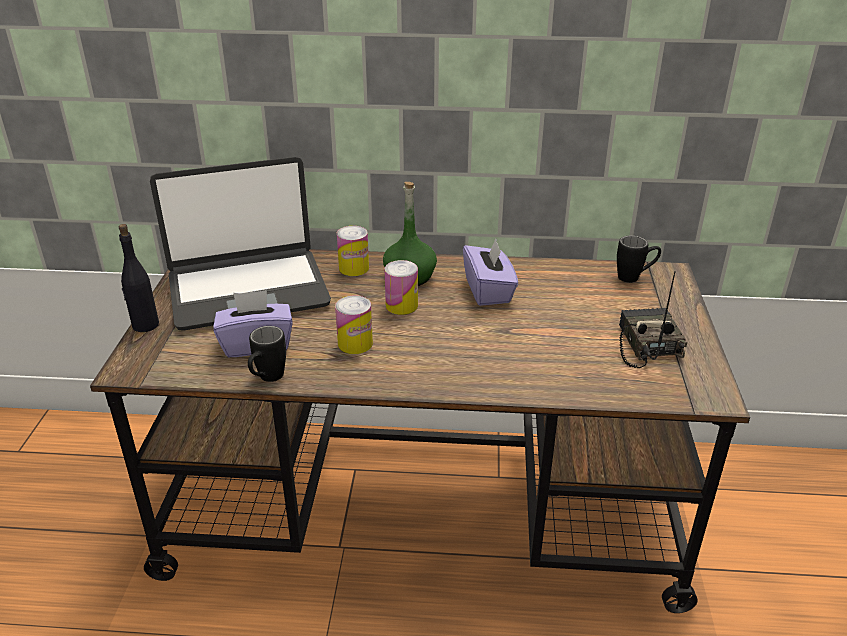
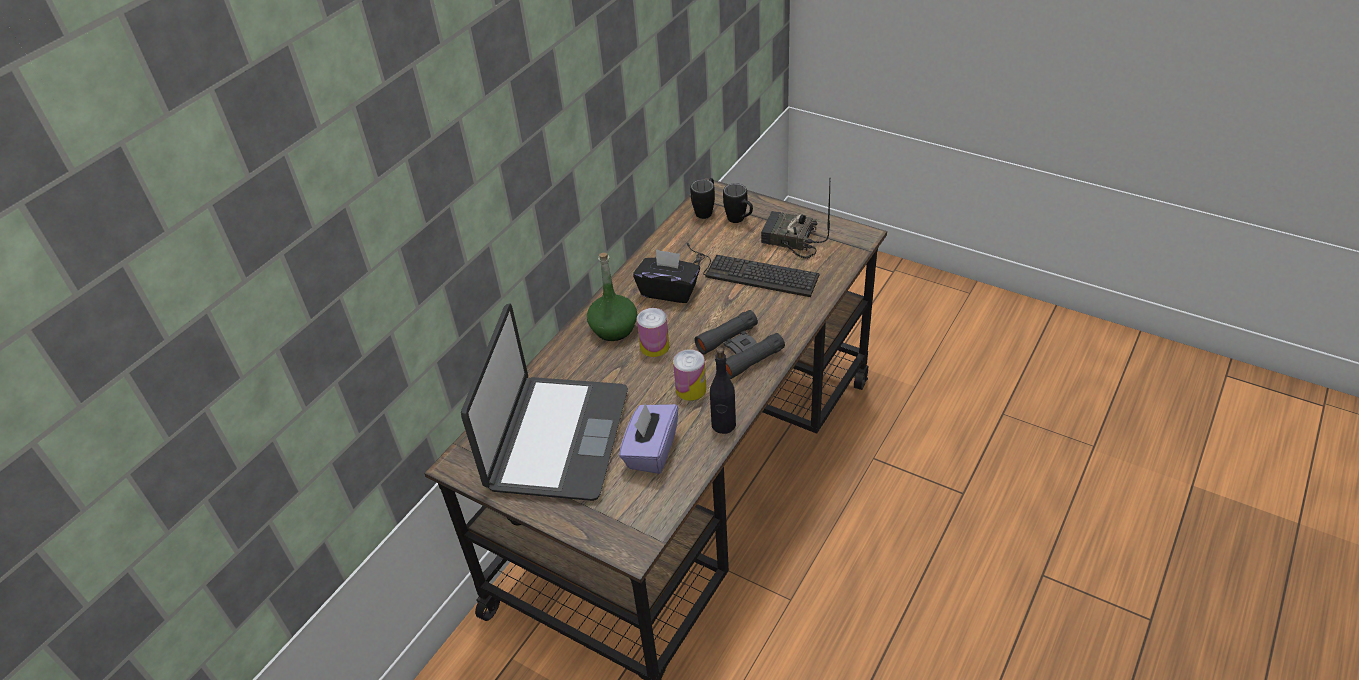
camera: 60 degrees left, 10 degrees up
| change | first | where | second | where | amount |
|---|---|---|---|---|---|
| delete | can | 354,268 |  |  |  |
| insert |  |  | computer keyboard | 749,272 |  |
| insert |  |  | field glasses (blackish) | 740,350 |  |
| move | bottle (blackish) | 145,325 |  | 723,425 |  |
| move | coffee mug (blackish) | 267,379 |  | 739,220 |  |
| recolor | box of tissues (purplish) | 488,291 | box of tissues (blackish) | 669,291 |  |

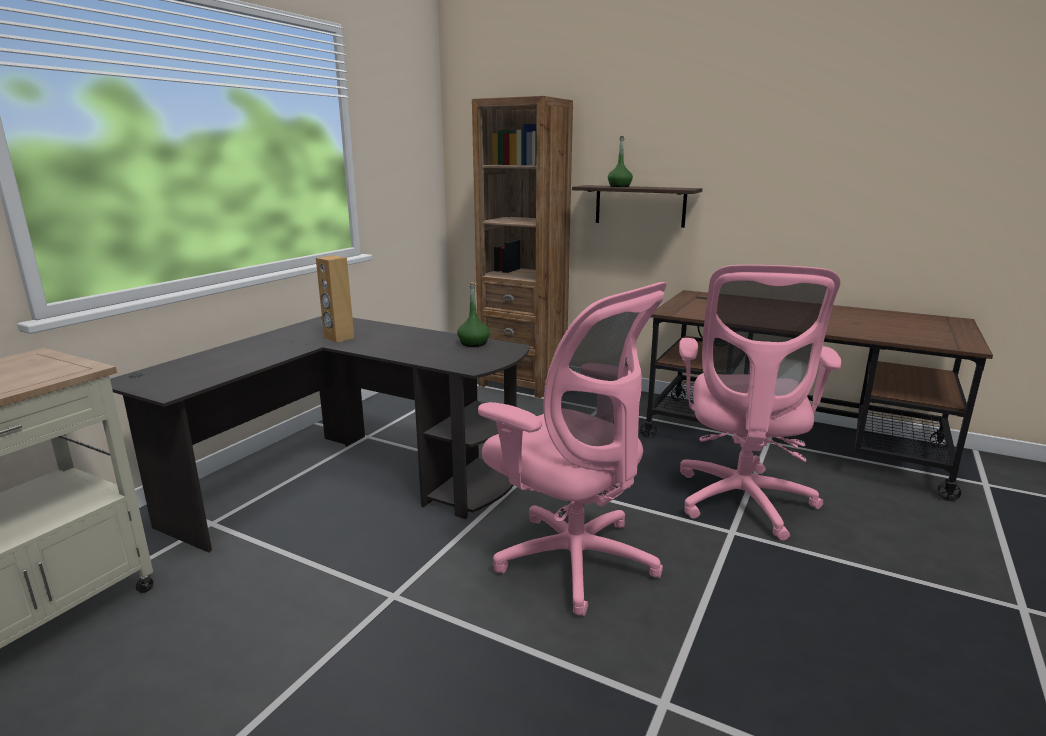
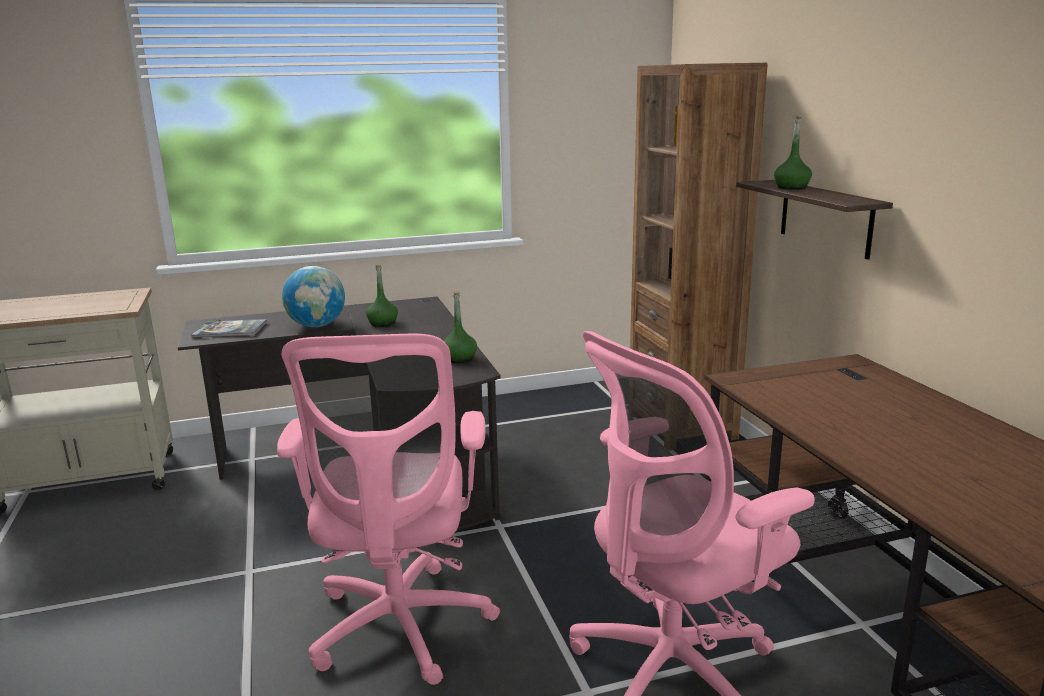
camera: 45 degrees right, 0 degrees up
| change | first | where | second | where | amount |
|---|---|---|---|---|---|
| insert |  |  | book | 230,330 |  |
| insert |  |  | world globe | 317,326 |  |
| replace | audio speaker (brown) | 338,338 | bottle (greenish) | 383,323 |  |

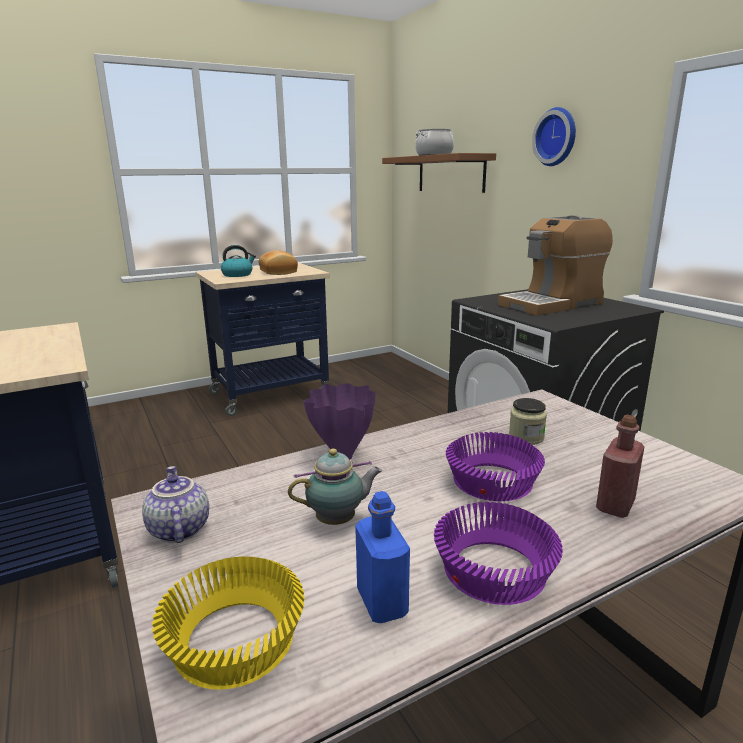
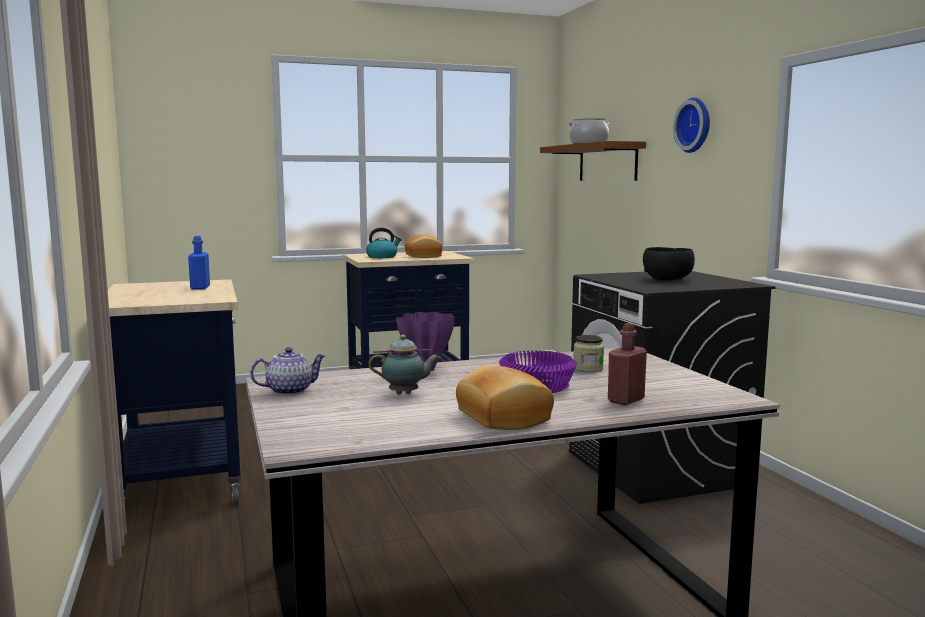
camera: 10 degrees right, 10 degrees down
| change | first | where | second | where | amount |
|---|---|---|---|---|---|
| delete | deep dish (yellowish) | 237,640 |  |  |  |
| move | bottle (blue-coloured) | 382,602 |  | 200,288 |  |
| replace | deep dish (purplish) | 491,571 | bakery bread | 501,417 |  |
| replace | coffee brewer | 552,304 | deep dish (blackish) | 668,279 |  |
| rotate | pot for tea | 177,530 |  | 290,391 | 75 degrees clockwise |

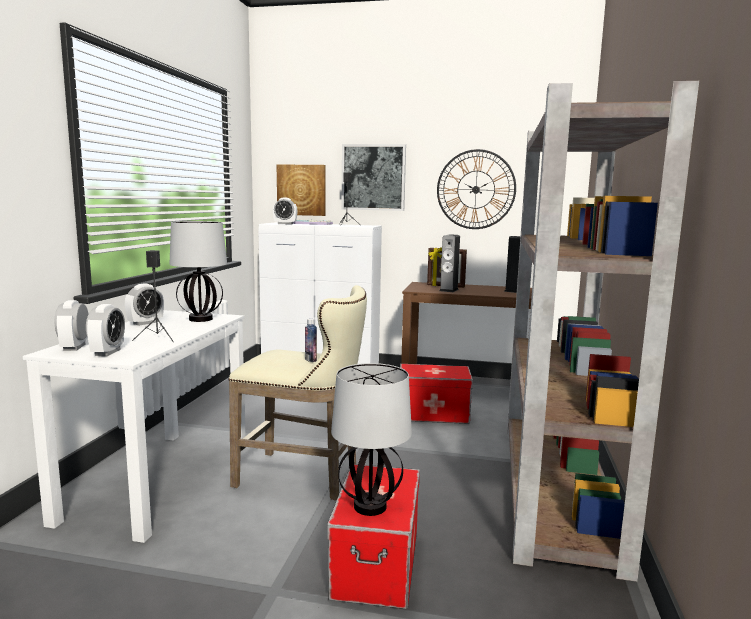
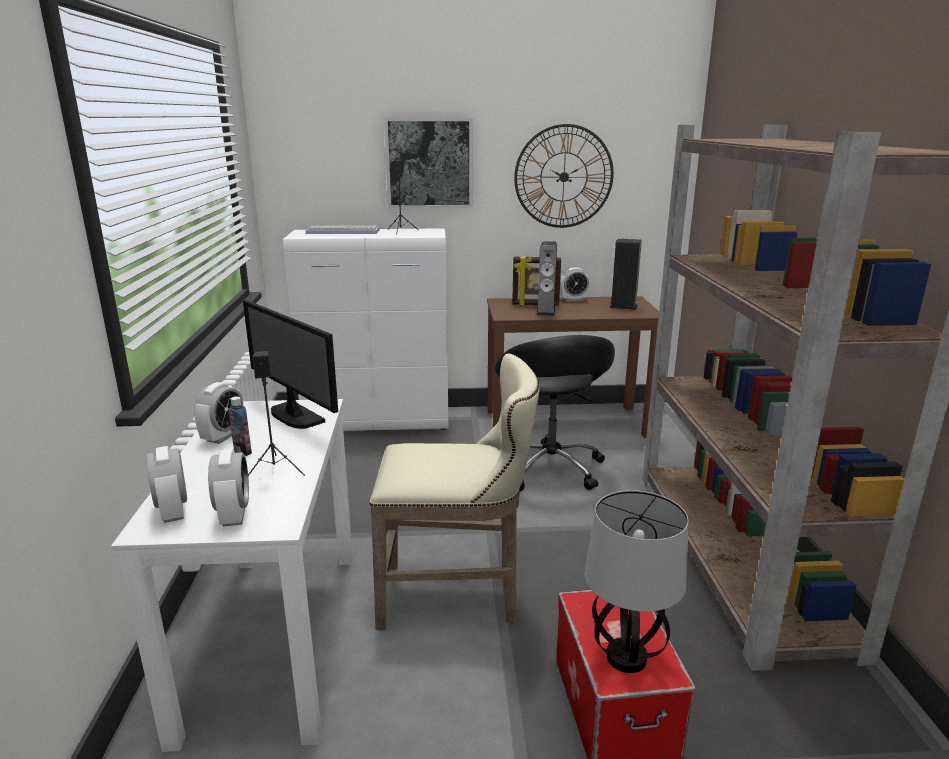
camera: 15 degrees left, 10 degrees up
| change | first | where | second | where | amount |
|---|---|---|---|---|---|
| delete | picture | 301,190 |  |  |  |
| move | bedside clock | 285,224 |  | 573,300 |  |
| move | bottle | 310,360 |  | 242,452 |  |
| replace | lamp for a table | 201,319 | monitor | 294,416 |  |
| replace | storage container | 433,414 | office chair (blackish) | 549,470 |  |

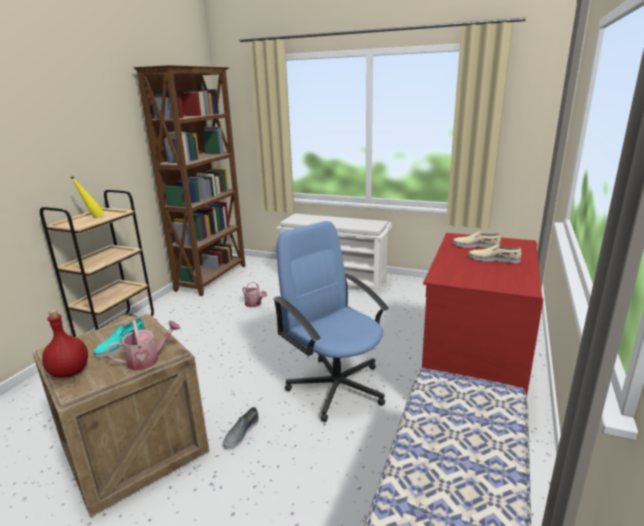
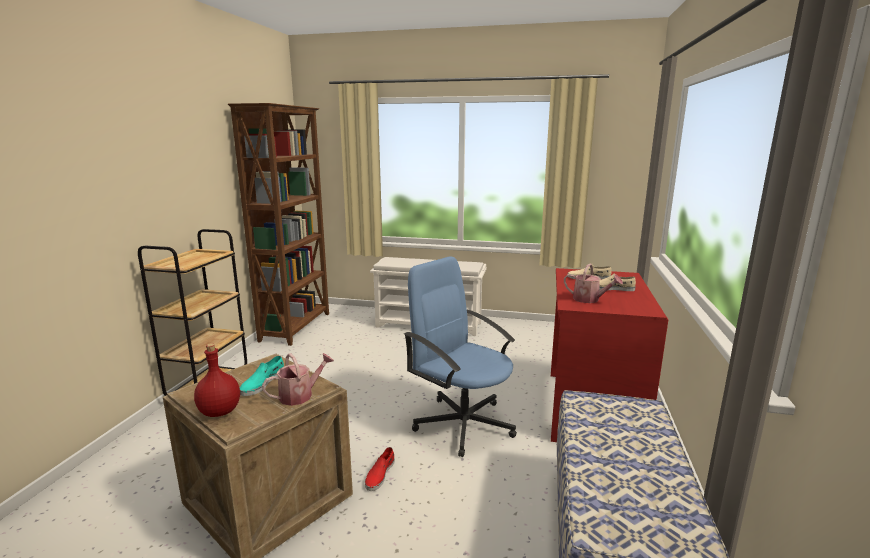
camera: 10 degrees left, 5 degrees down
| change | first | where | second | where | amount |
|---|---|---|---|---|---|
| delete | bottle (yellowish) | 92,218 |  |  |  |
| move | sprinkling can | 254,304 |  | 589,299 |  |
| recolor | low shoe (greyish) | 241,433 | low shoe (red-coloured) | 379,474 |  |

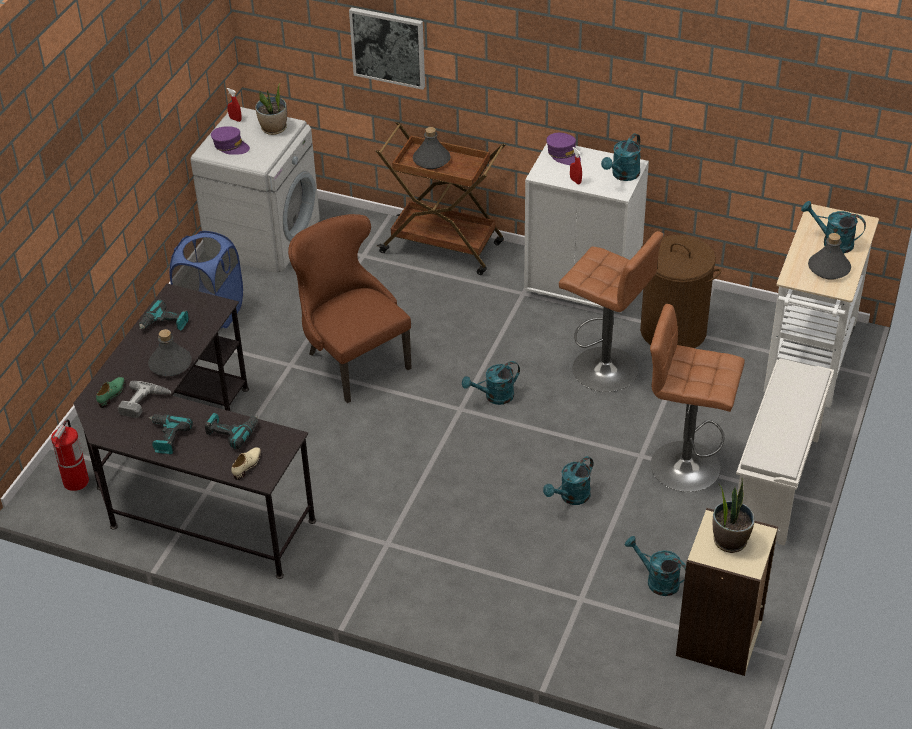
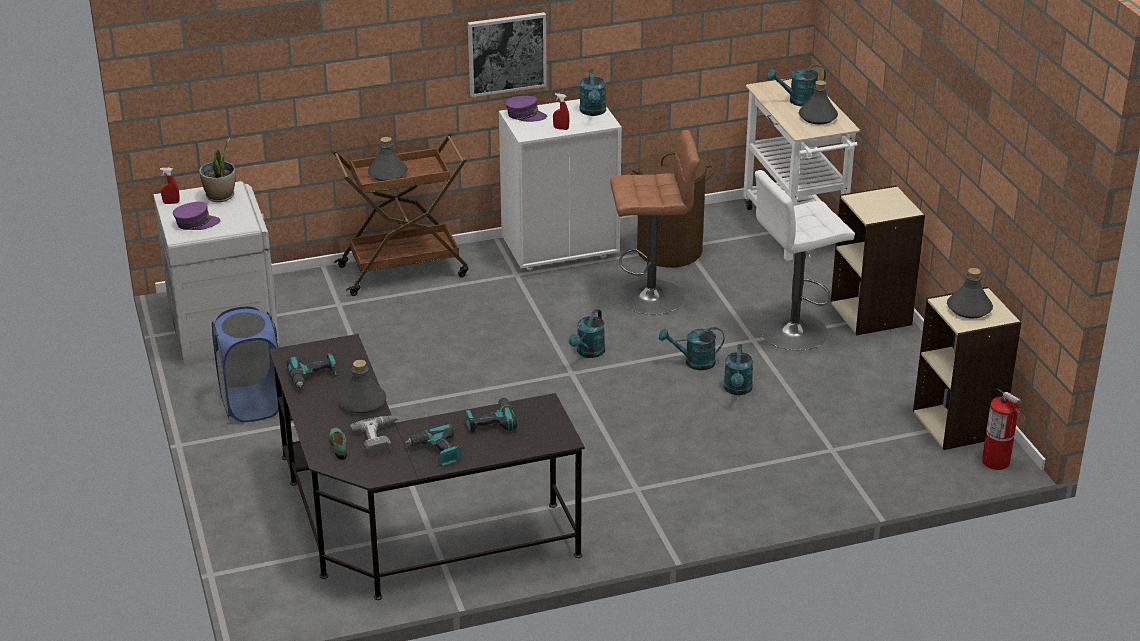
camera: 40 degrees left, 10 degrees down
| change | first | where | second | where | amount |
|---|---|---|---|---|---|
| delete | low shoe (sand-coloured) | 247,465 |  |  |  |
| delete | plain chair (brown) | 353,361 |  |  |  |
| move | fire-fighting cylinder | 76,482 |  | 996,462 |  |
| move | picture | 388,47 |  | 506,53 |  |
| move | sprinkling can (turquoise-coloured) | 657,581 |  | 694,362 |  |
| replace | plant in a pot | 730,540 | bottle (greyish) | 969,309 |  |
| replace | shoe stand (white-coloured) | 777,485 | shelving unit (sand-coloured) | 872,313 |  |
| recolor | sitting stool (brown) | 684,466 | sitting stool (white-coloured) | 792,331 |  |

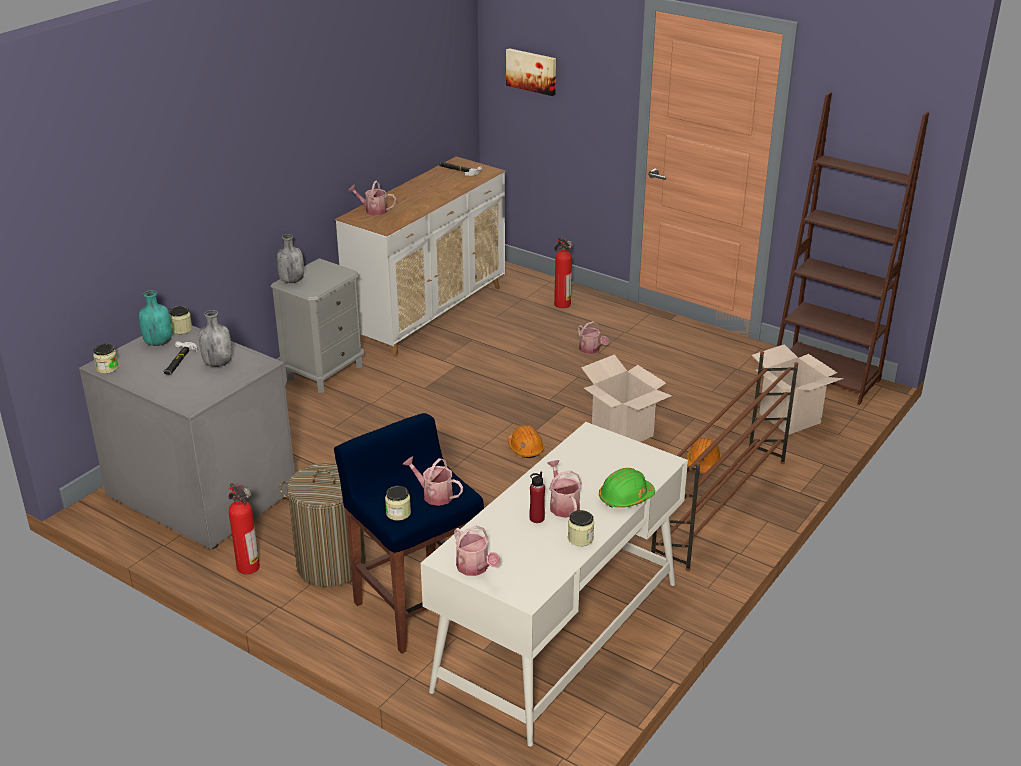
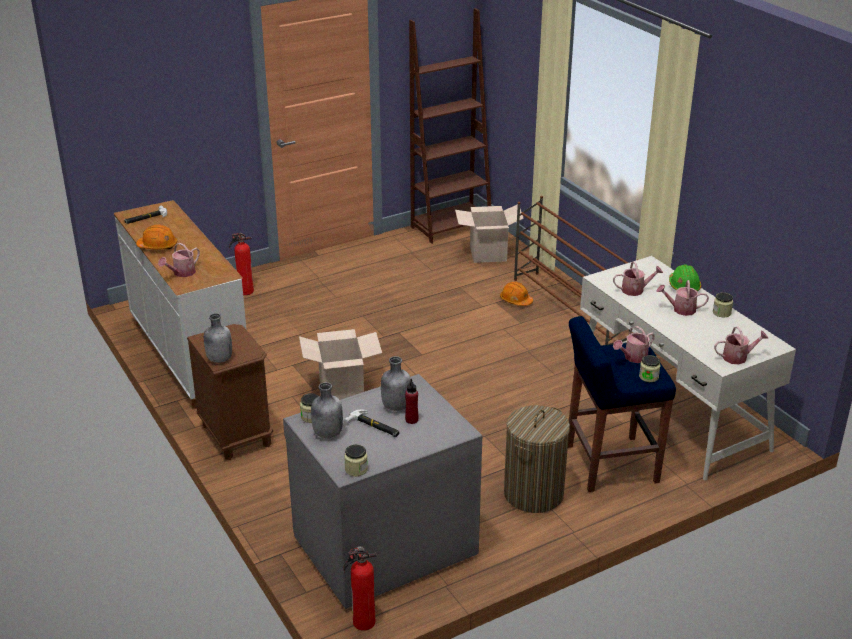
camera: 65 degrees left, 0 degrees up
| change | first | where | second | where | amount |
|---|---|---|---|---|---|
| delete | picture | 532,71 |  |  |  |
| move | fire-fighting cylinder | 247,566 |  | 362,622 |  |
| move | hard hat (orangey) | 525,448 |  | 158,246 |  |
| move | bottle (red-coloured) | 536,518 |  | 411,420 |  |
| move | sprinkling can | 591,350 |  | 635,290 |  |
| move | packing box | 622,433 |  | 341,390 |  |
| recolor | bottle (turquoise-coloured) | 158,342 | bottle (greyish) | 327,433 |  |
| recolor | nightstand (greyish) | 325,372 | nightstand (brown) | 236,435 |  |

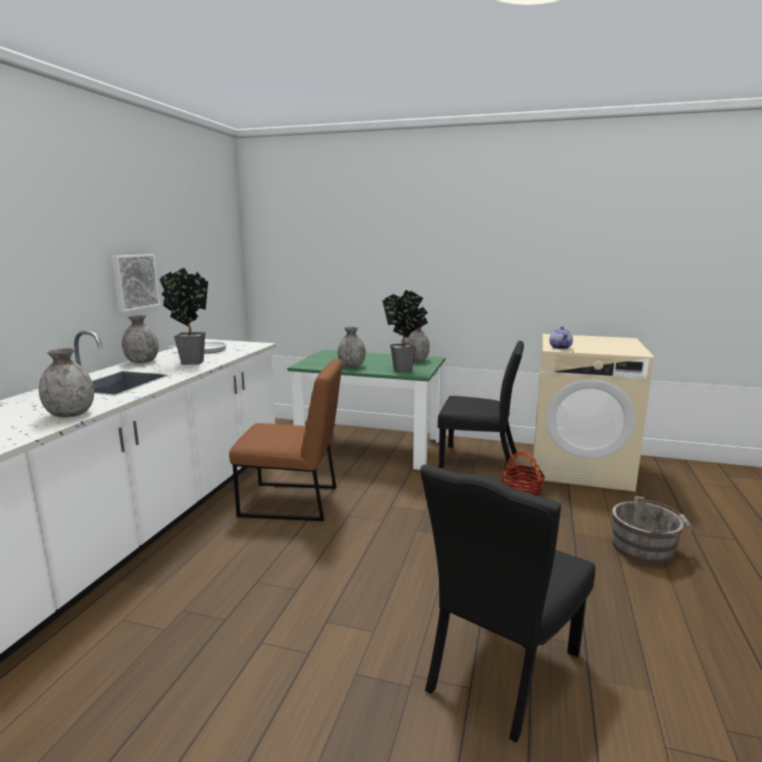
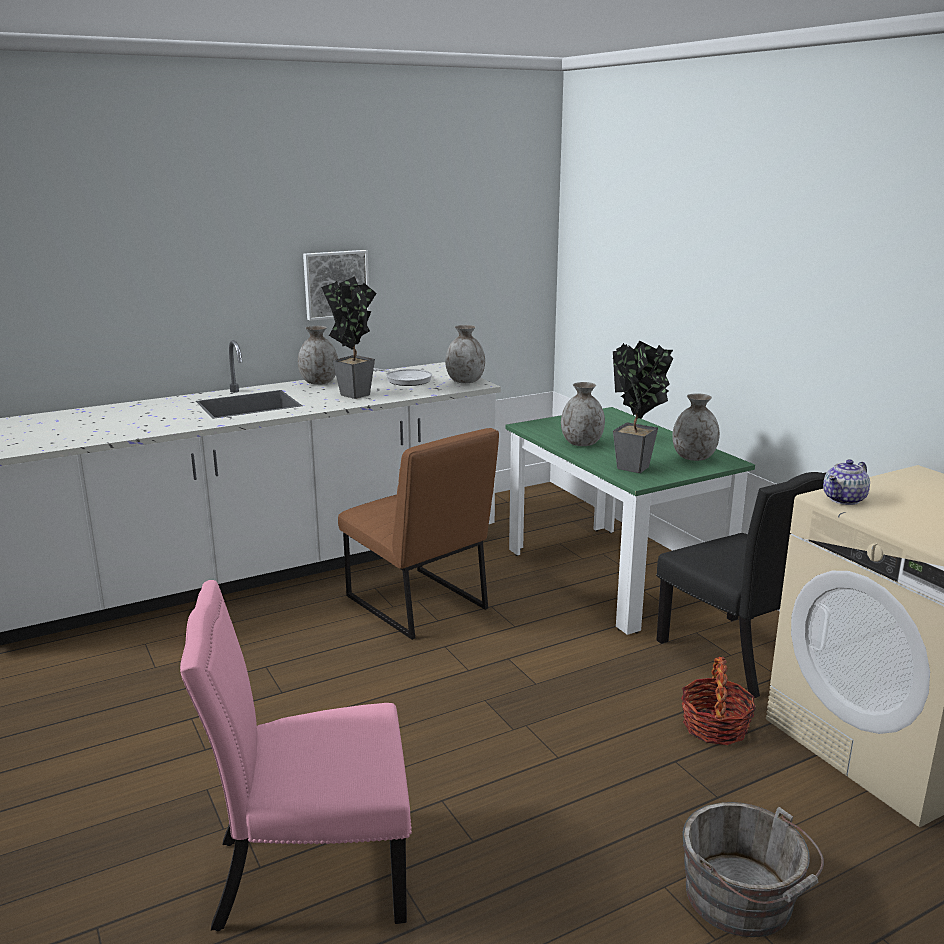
camera: 45 degrees right, 5 degrees up
| change | first | where | second | where | amount |
|---|---|---|---|---|---|
| move | decorative vase (greyish) | 71,414 |  | 465,381 |  |
| recolor | plain chair (blackish) | 501,666 | plain chair (pinkish) | 315,873 |  |

